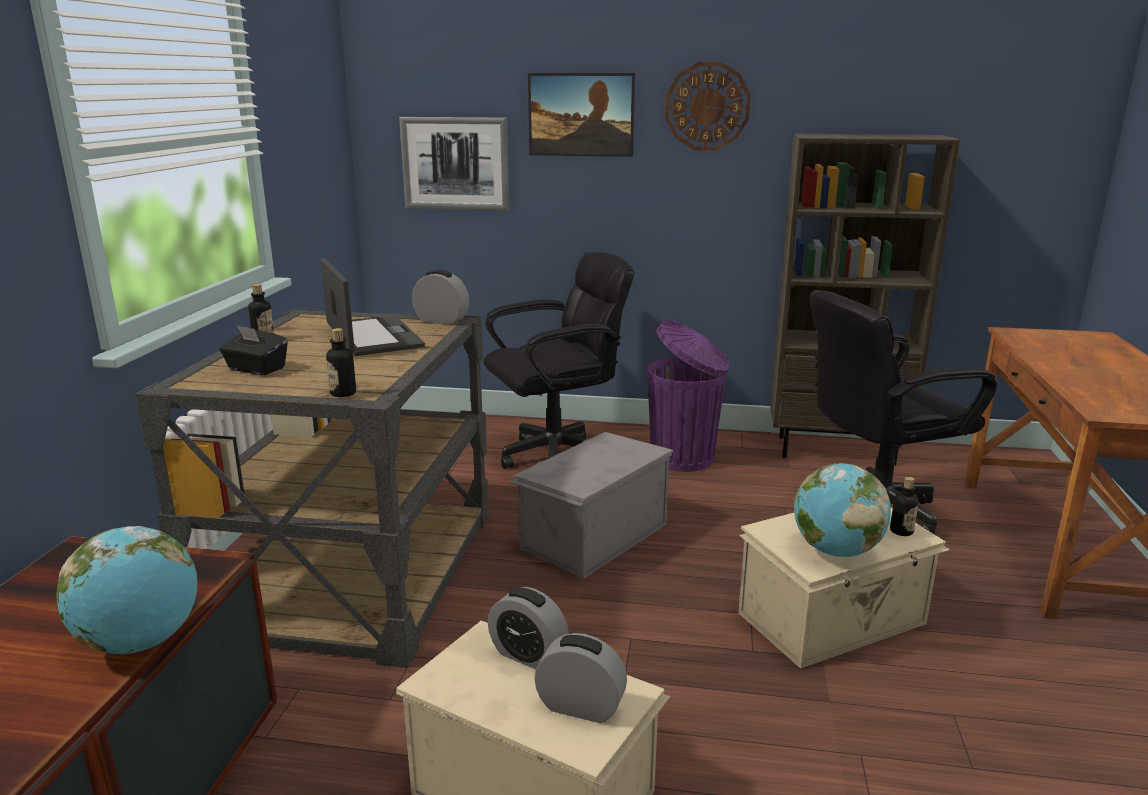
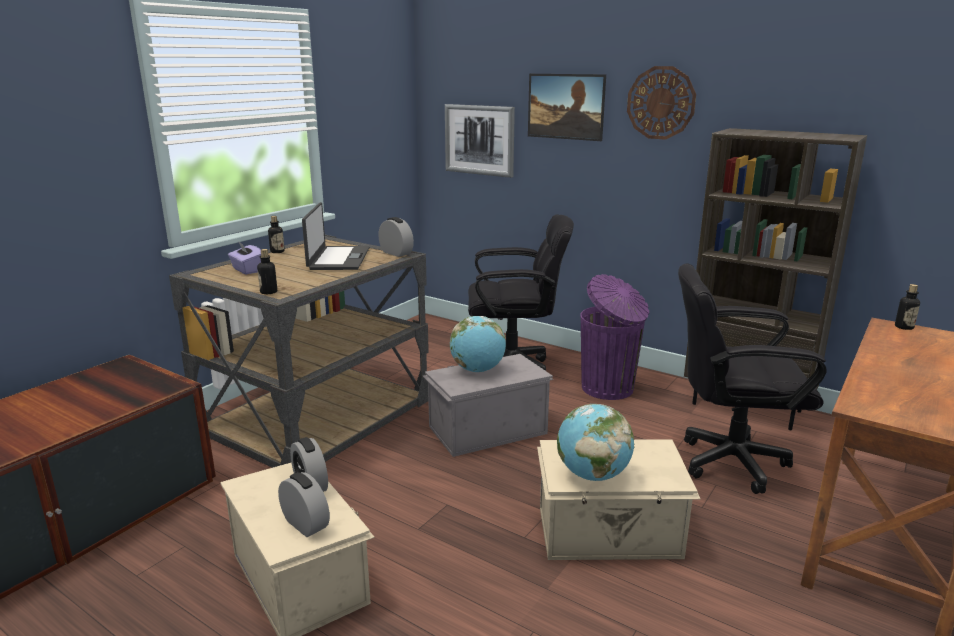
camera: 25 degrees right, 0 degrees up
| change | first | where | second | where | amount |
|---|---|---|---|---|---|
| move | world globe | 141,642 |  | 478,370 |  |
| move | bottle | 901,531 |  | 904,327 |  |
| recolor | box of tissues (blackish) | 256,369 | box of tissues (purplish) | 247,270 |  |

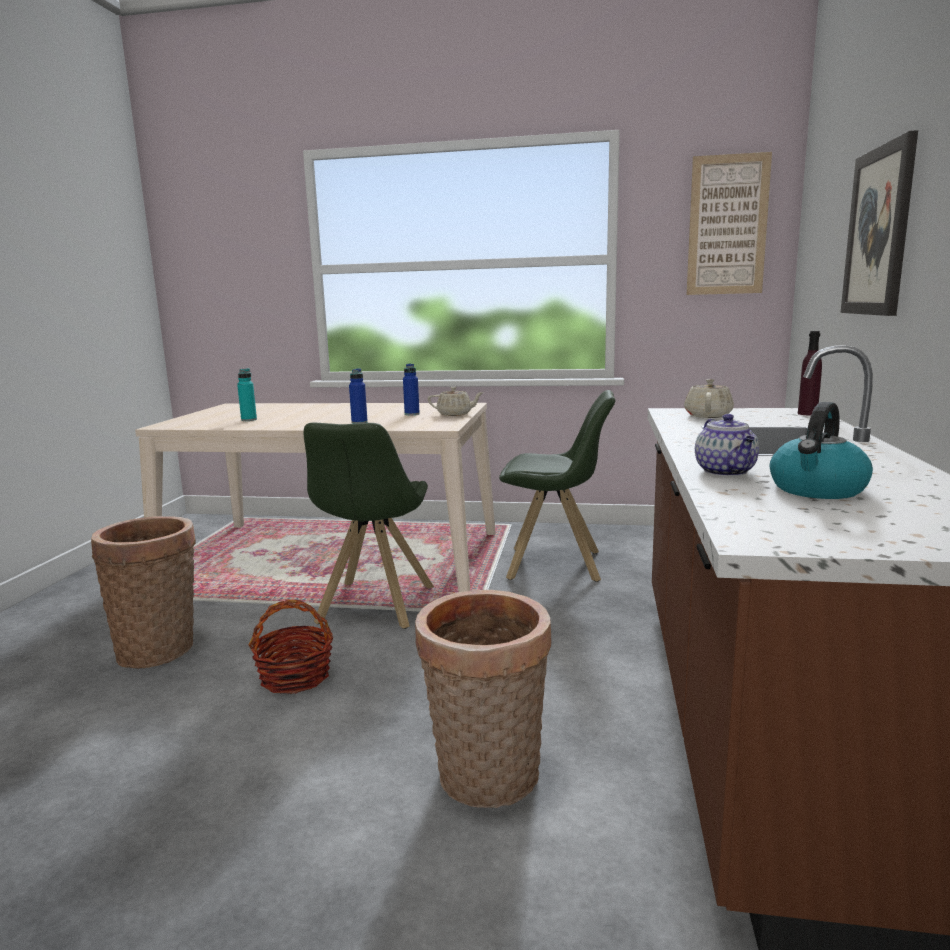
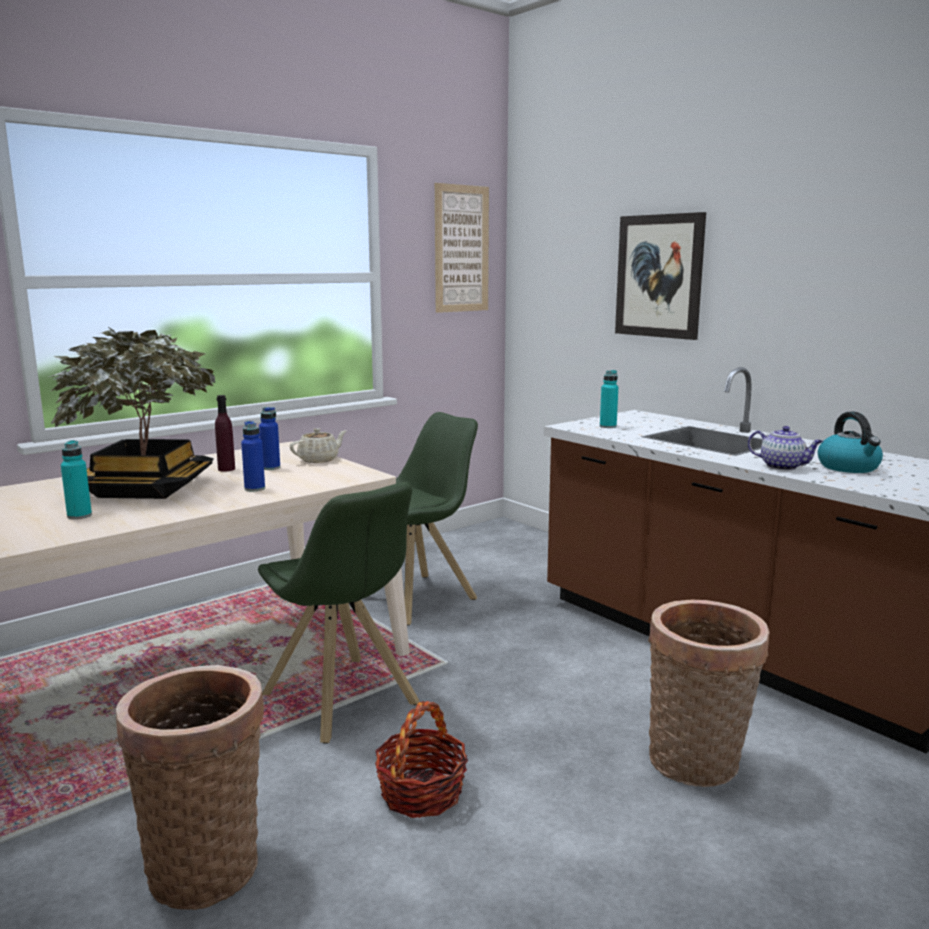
camera: 50 degrees left, 0 degrees up
| change | first | where | second | where | amount |
|---|---|---|---|---|---|
| insert |  |  | plant in a pot | 147,488 |  |
| move | bottle (purplish) | 807,414 |  | 226,469 |  |
| replace | pot for tea (sand-coloured) | 708,415 | bottle (turquoise-coloured) | 608,426 |  |

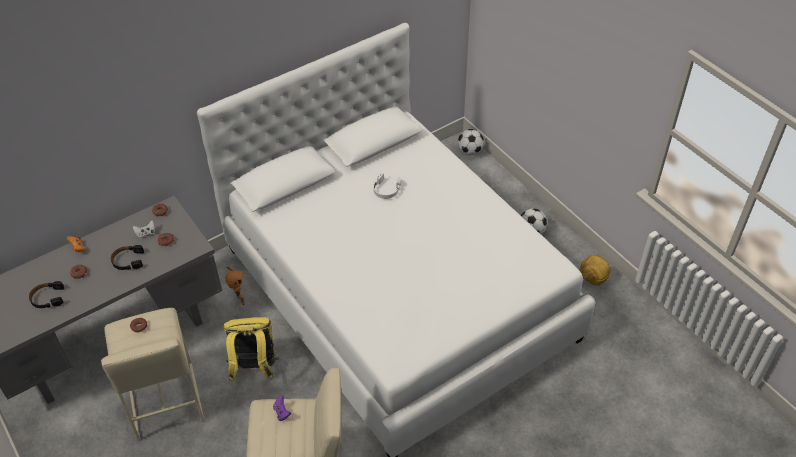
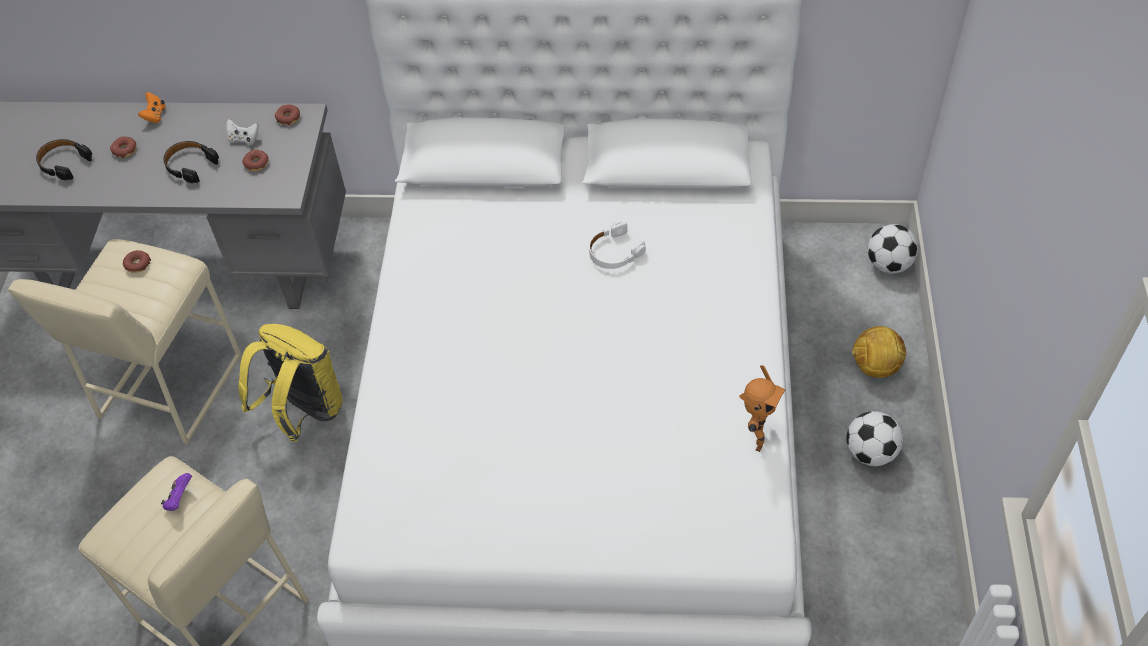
camera: 40 degrees right, 5 degrees up
| change | first | where | second | where | amount |
|---|---|---|---|---|---|
| move | model robot | 239,301 |  | 754,439 |  |
| move | ball for football | 592,280 |  | 875,367 |  |

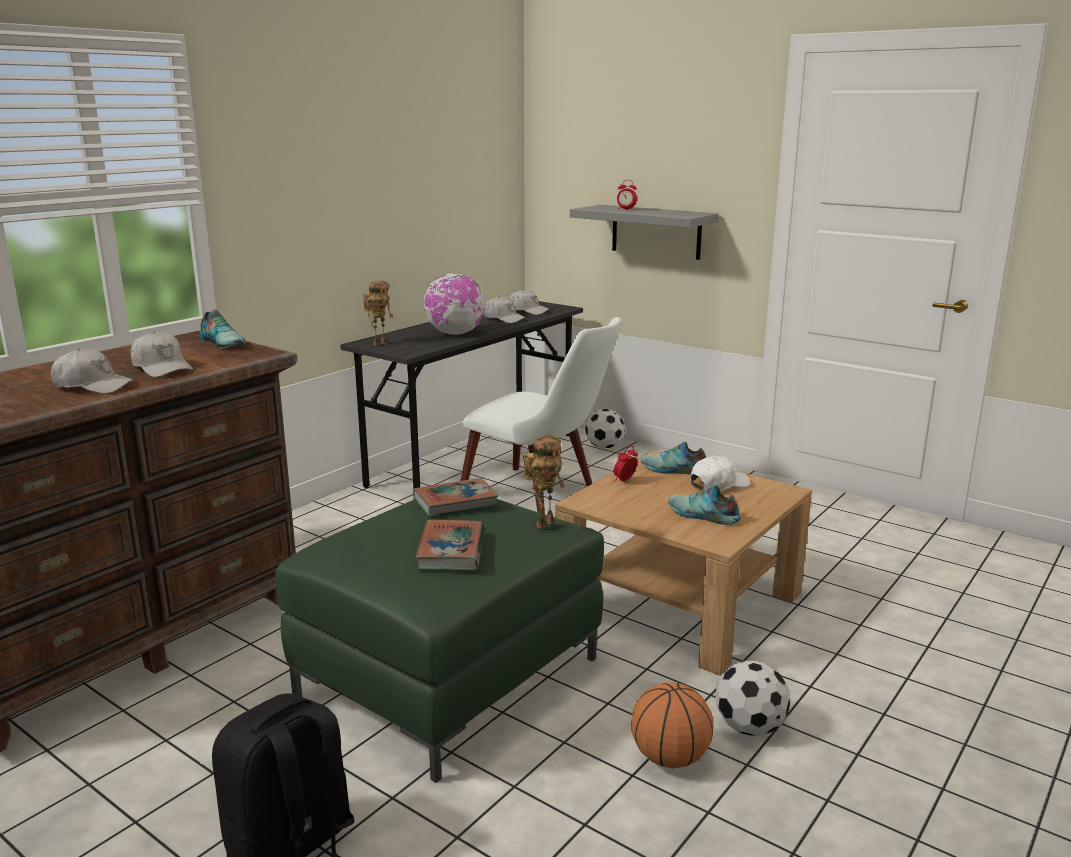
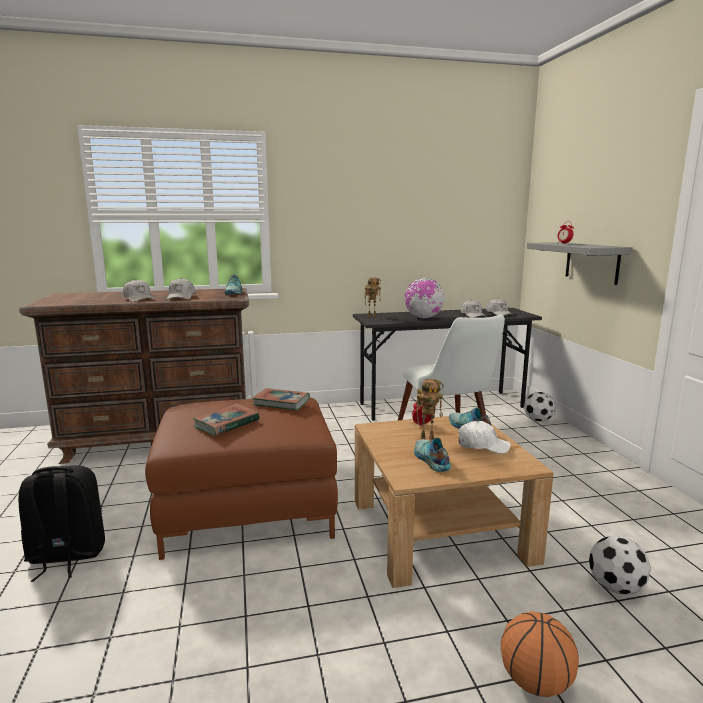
camera: 40 degrees right, 5 degrees down
| change | first | where | second | where | amount |
|---|---|---|---|---|---|
| move | model robot | 544,523 |  | 427,438 |  |
| move | ball for basketball | 670,758 |  | 535,682 |  |
| move | ball for football | 750,727 |  | 616,587 |  |
| recolor | footrest (greenish) | 448,677 | footrest (brown) | 248,511 |  |

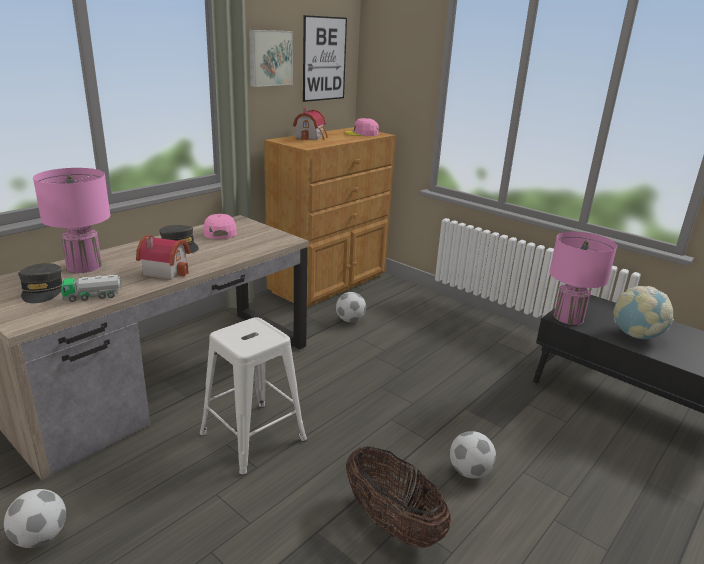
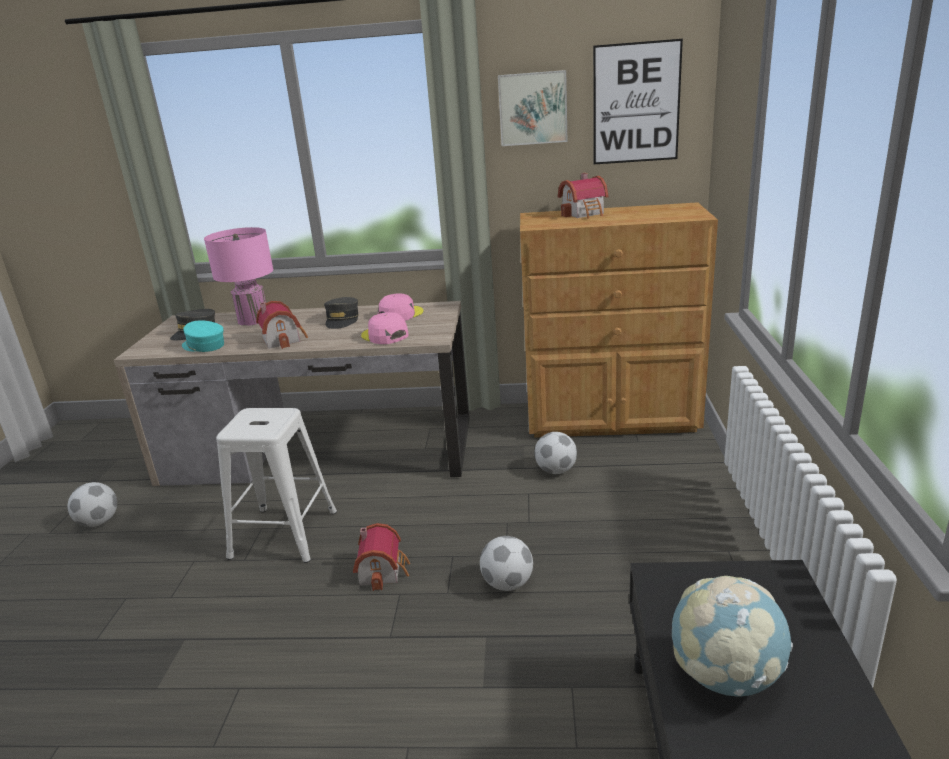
camera: 55 degrees right, 0 degrees up
| change | first | where | second | where | amount |
|---|---|---|---|---|---|
| delete | basket | 392,522 |  |  |  |
| delete | lamp for a table (pinkish) | 568,317 |  |  |  |
| insert |  |  | model house | 383,570 |  |
| move | baseball cap (pinkish) | 362,133 |  | 384,336 |  |
| move | ball for football | 469,471 |  | 507,583 |  |
| replace | model truck | 93,296 | baseball cap (turquoise-coloured) | 204,346 |  |

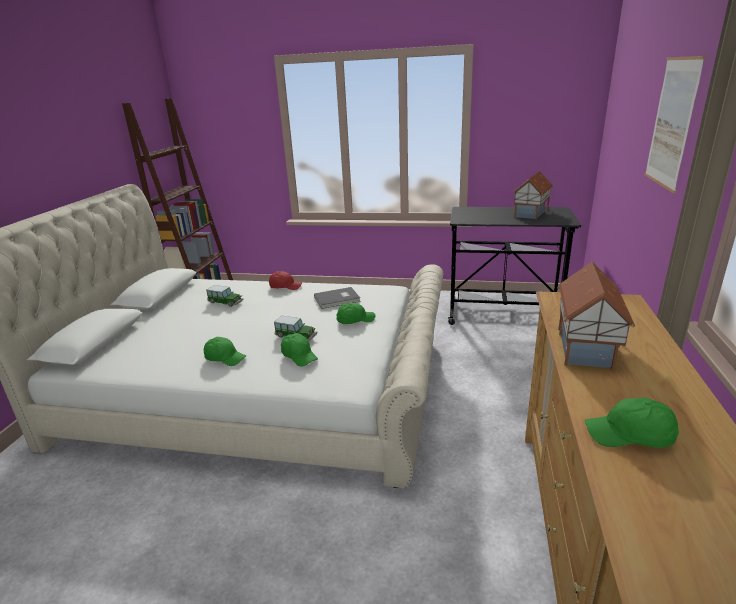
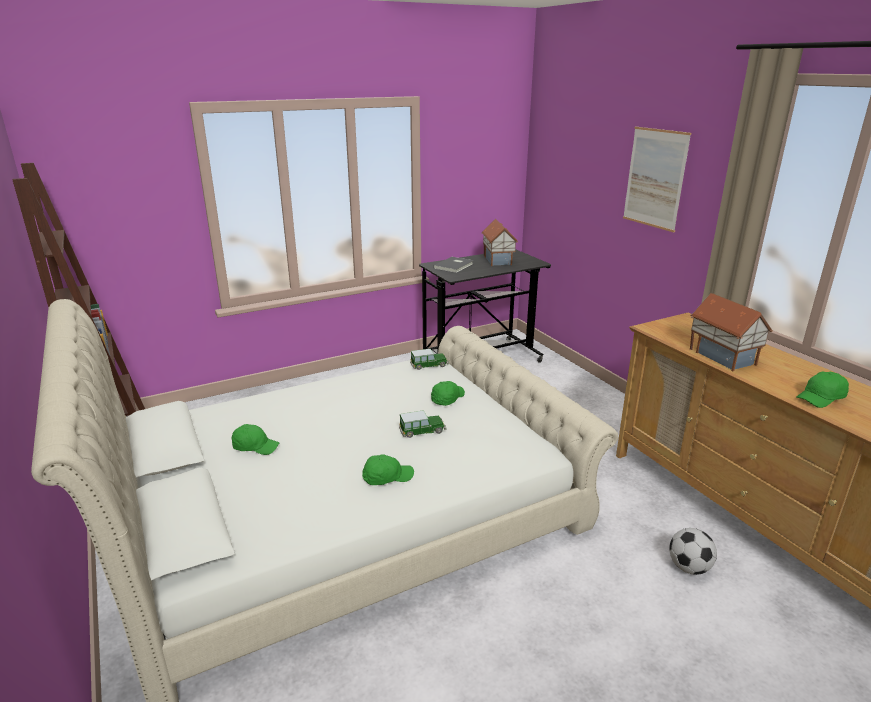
camera: 40 degrees left, 0 degrees up
| change | first | where | second | where | amount |
|---|---|---|---|---|---|
| delete | baseball cap (red-coloured) | 285,286 |  |  |  |
| insert |  |  | ball for football | 689,568 |  |
| move | miniature car | 226,302 |  | 429,365 |  |
| move | baseball cap (greenish) | 299,356 |  | 255,447 |  |
| move | book (greyish) | 338,299 |  | 455,266 |  |

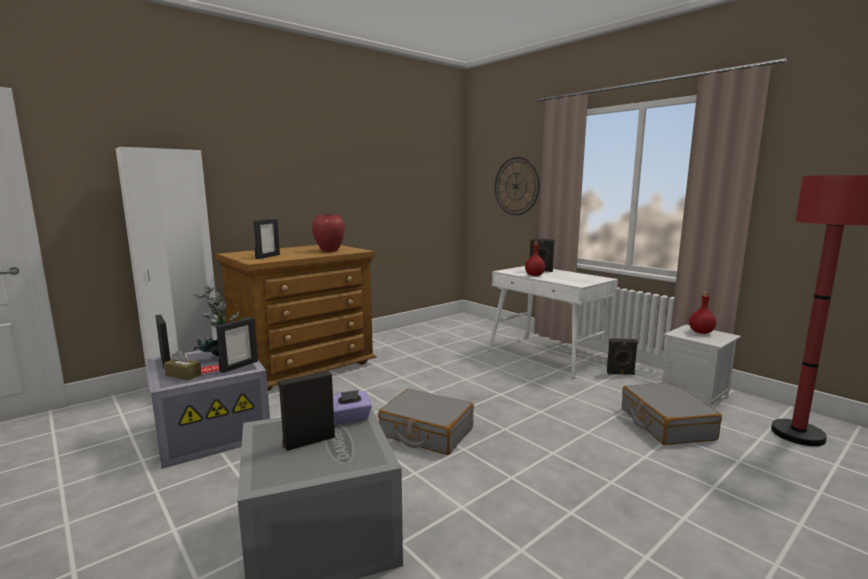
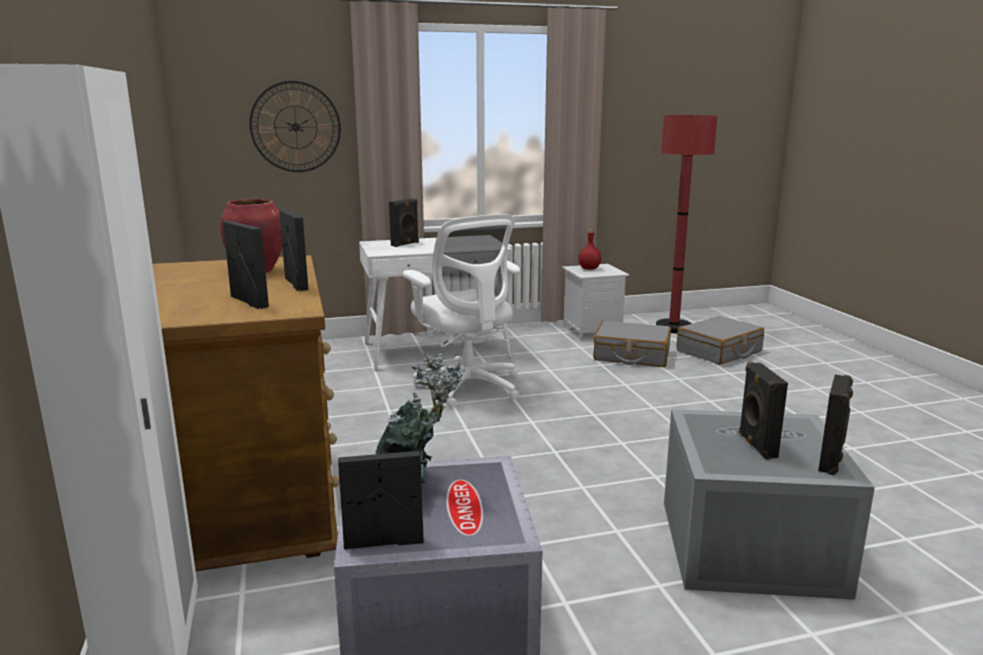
camera: 65 degrees left, 5 degrees up
| change | first | where | second | where | amount |
|---|---|---|---|---|---|
| delete | box of tissues (brown) | 183,375 |  |  |  |
| delete | box of tissues (purplish) | 350,418 |  |  |  |
| delete | bottle (red-coloured) | 534,275 |  |  |  |
| insert |  |  | office chair (white-coloured) | 464,385 |  |
| move | photo frame | 239,366 |  | 295,284 |  |
| move | suitcase (greyish) | 426,432 |  | 719,351 |  |
| move | audio speaker (blackish) | 620,373 |  | 831,461 |  |

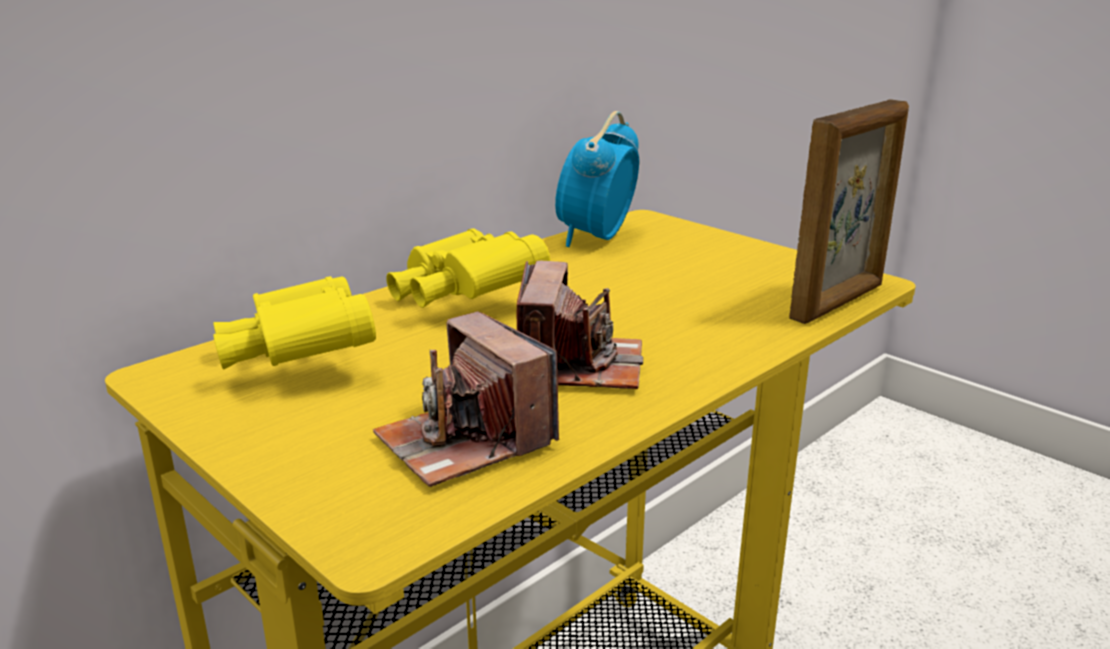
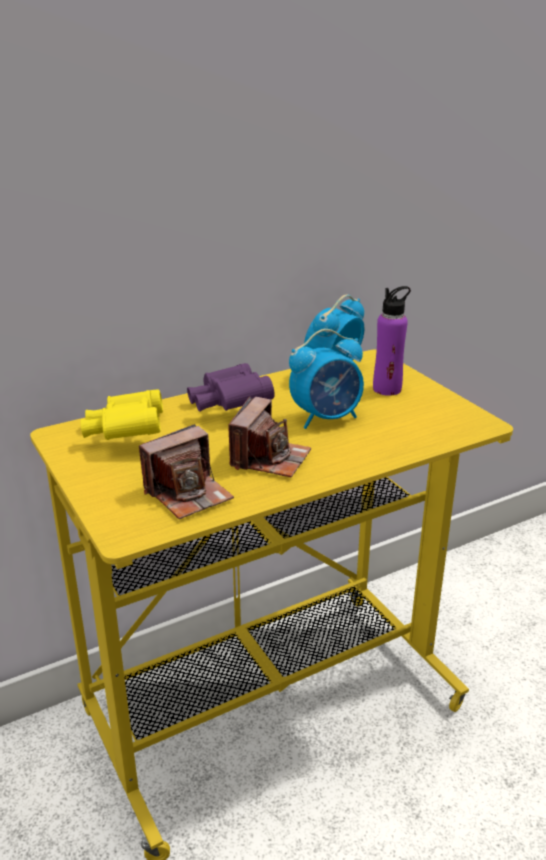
camera: 15 degrees right, 5 degrees up
| change | first | where | second | where | amount |
|---|---|---|---|---|---|
| delete | photo frame | 838,302 |  |  |  |
| insert |  |  | bedside clock | 326,418 |  |
| insert |  |  | bottle (purplish) | 387,389 |  |
| recolor | field glasses (yellowish) | 462,298 | field glasses (purplish) | 229,406 |  |
| rotate | photo camera | 465,441 |  | 188,494 | 105 degrees counterclockwise |

